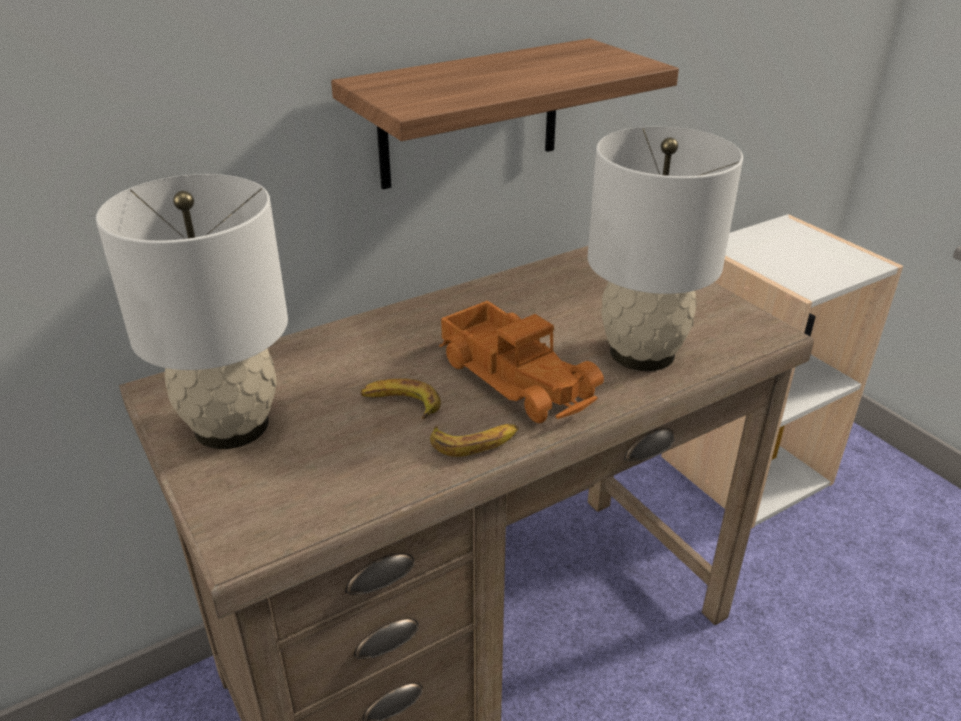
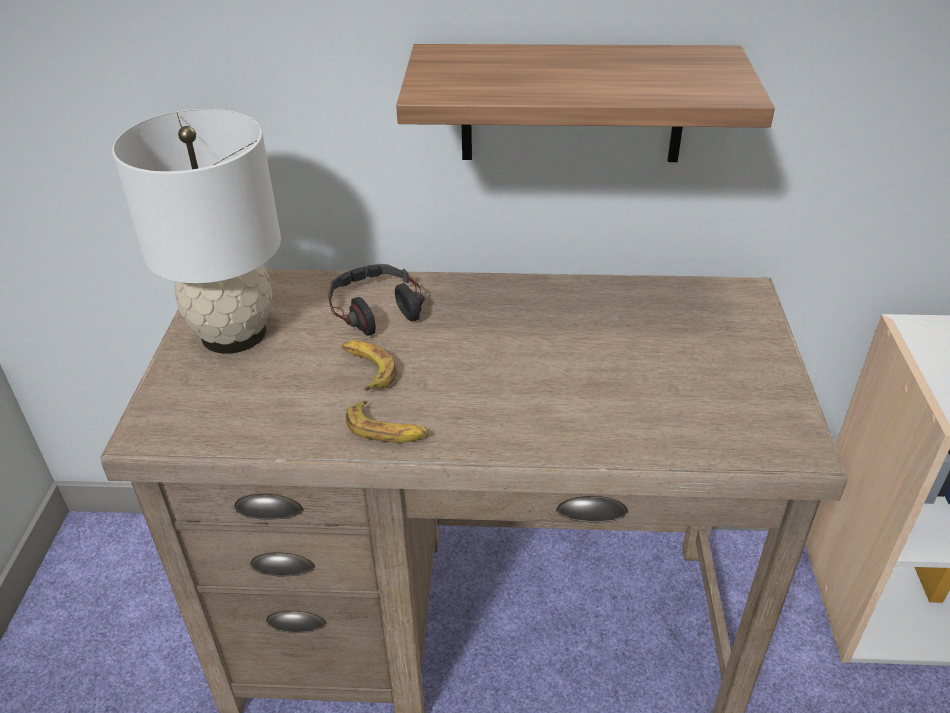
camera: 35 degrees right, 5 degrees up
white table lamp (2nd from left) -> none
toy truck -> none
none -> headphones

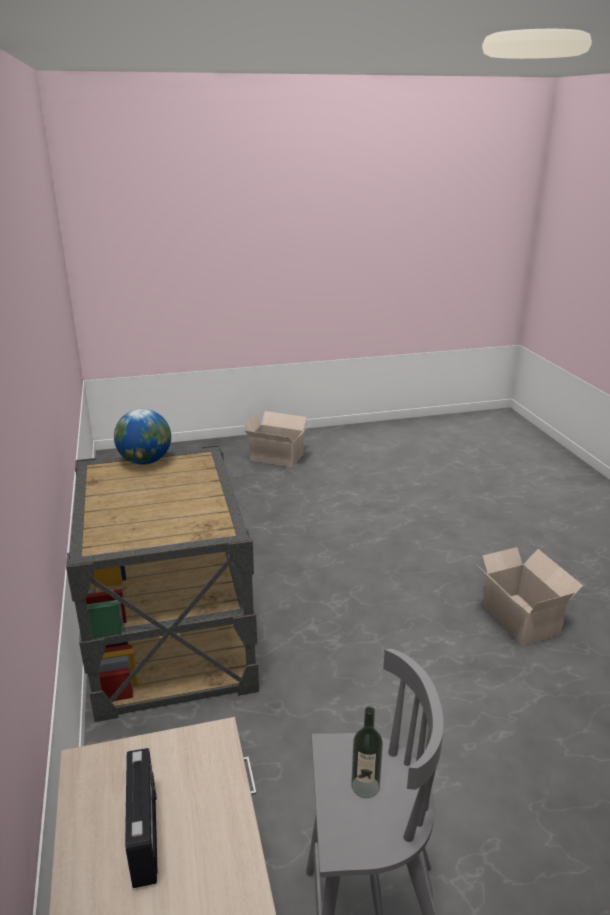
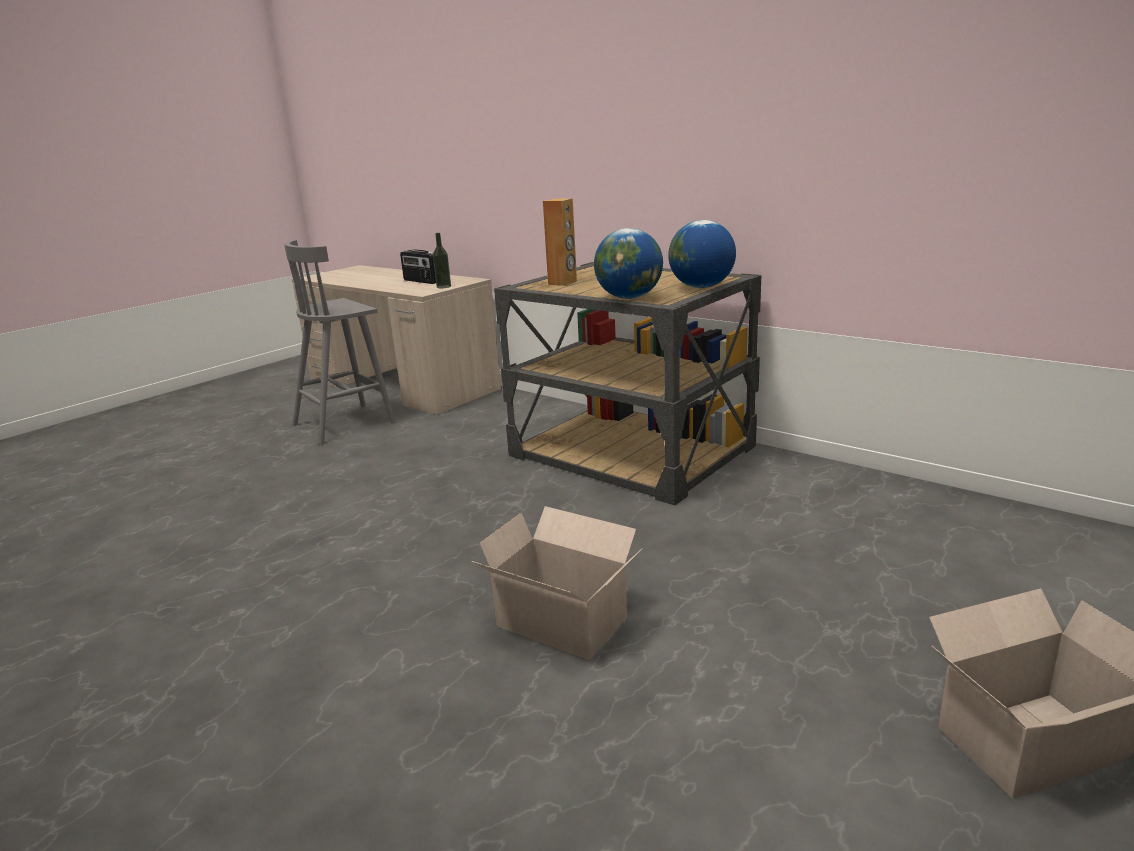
camera: 145 degrees right, 5 degrees down
cardboard box (2nd from left in the first image) -> cardboard box (1st from left), move
bottle, move
none -> brown speaker
none -> globe (1st from left)

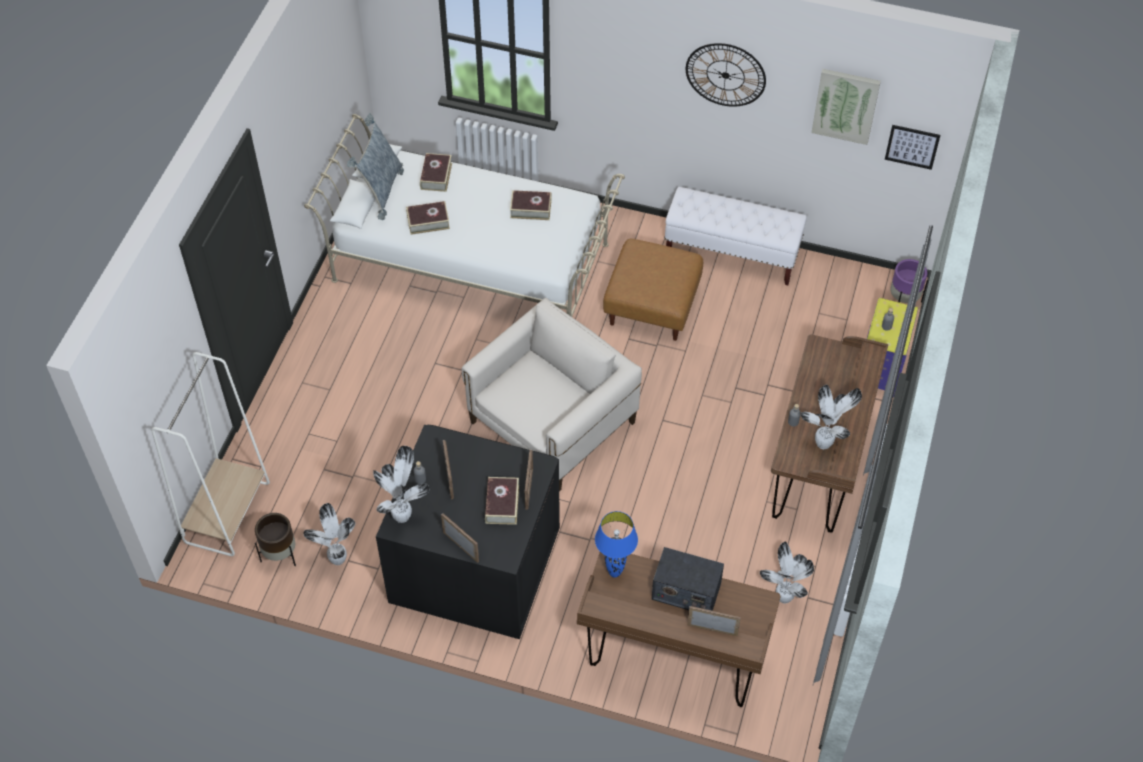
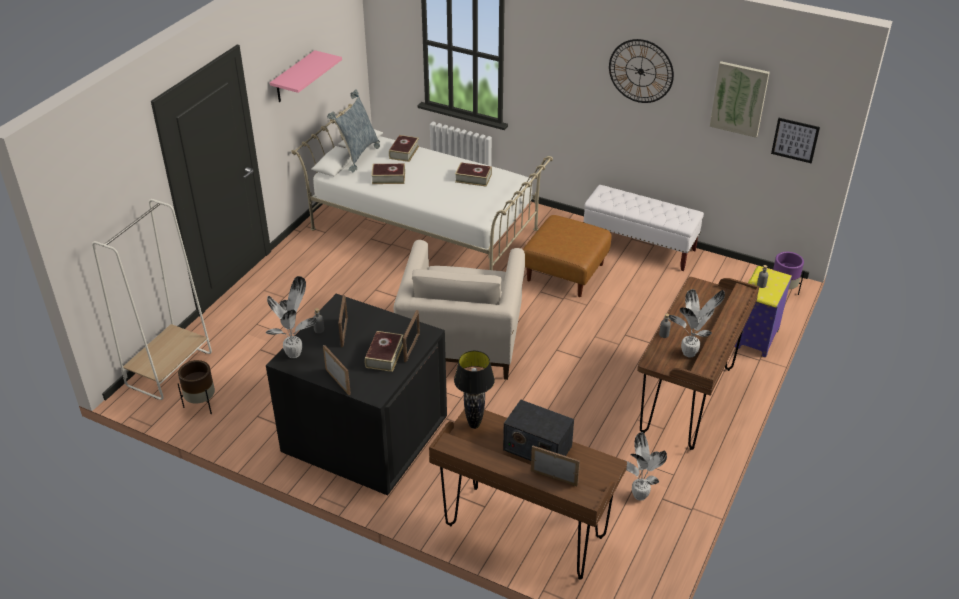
camera: 10 degrees right, 15 degrees down
beige armchair, 135 degrees clockwise
potted plant (1st from left) -> none
blue table lamp -> black table lamp
none -> pink shelf

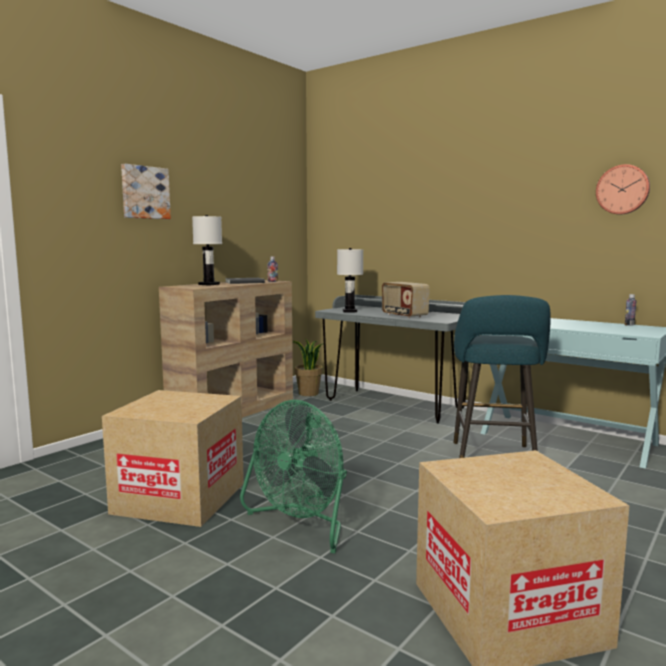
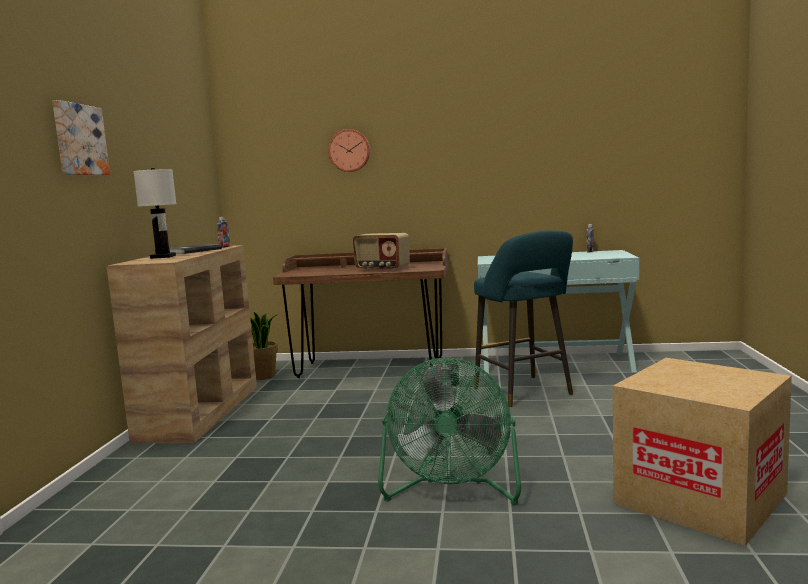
camera: 30 degrees left, 0 degrees up
wall clock, move
white table lamp (2nd from left) -> none
grey desk -> brown desk
cardboard box (1st from left) -> none

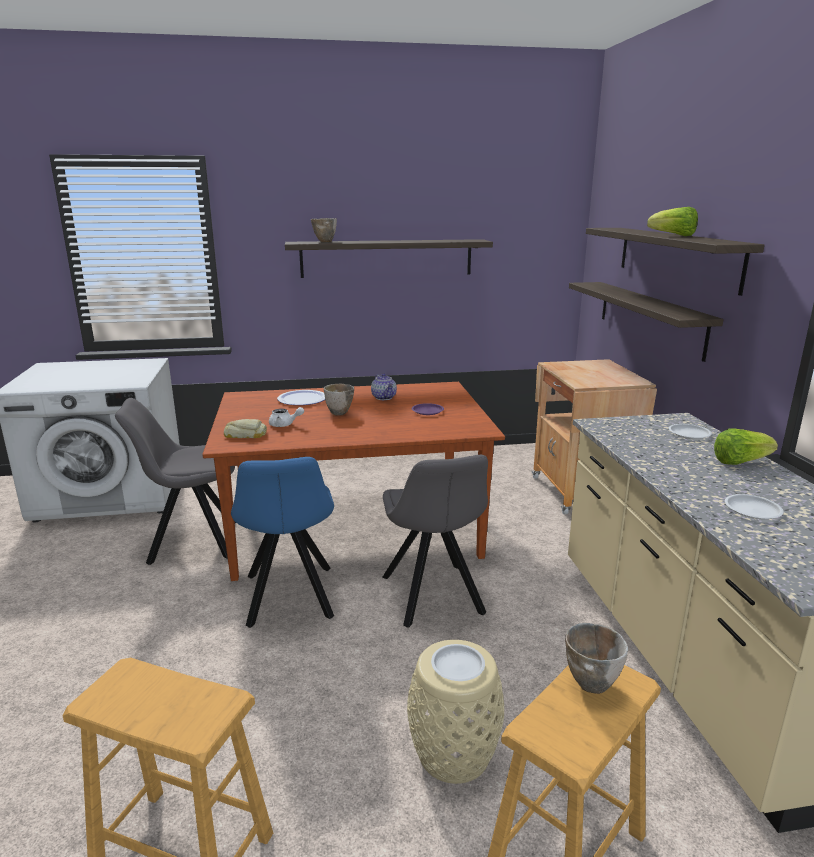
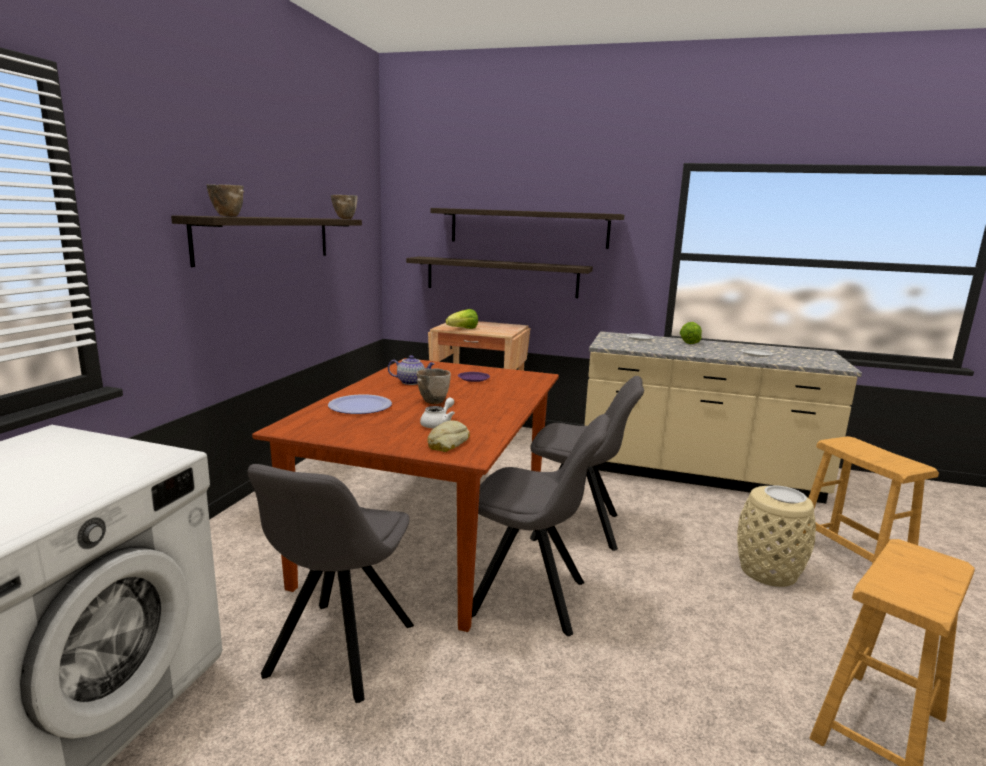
camera: 65 degrees left, 5 degrees down
lettuce (1st from left), move
blue chair -> grey chair (2nd from left)
bowl (3rd from left in the first image) -> bowl (2nd from left), move

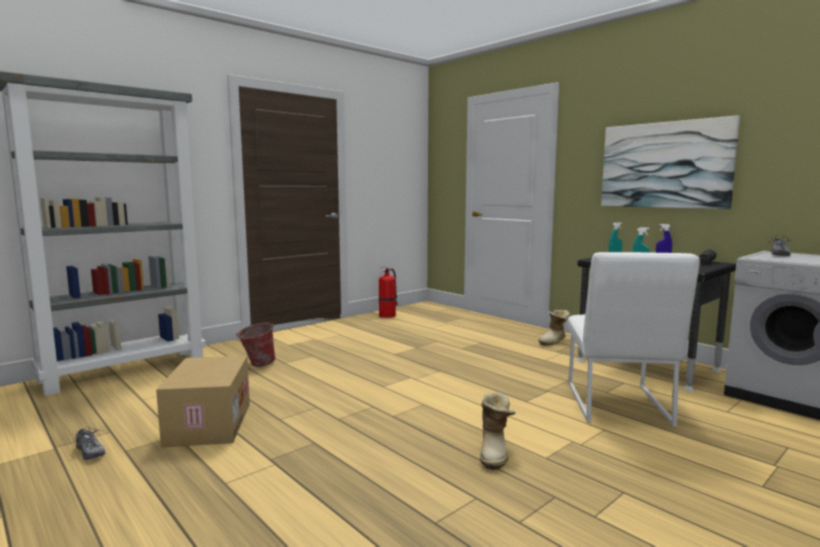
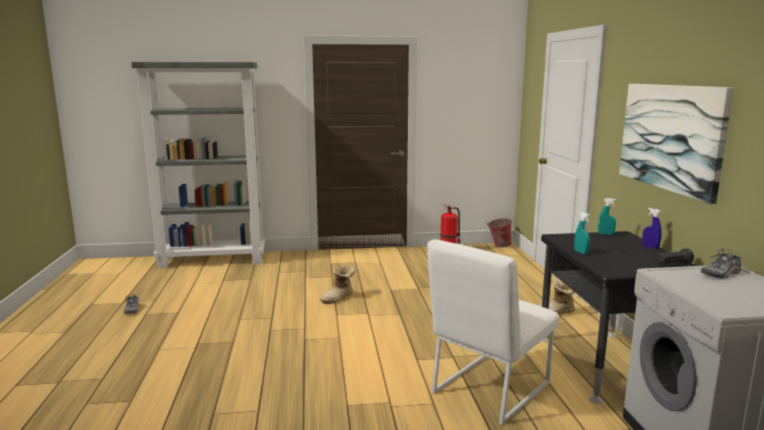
camera: 35 degrees right, 5 degrees up
bucket, move
cardboard box -> none
boot (1st from left), move

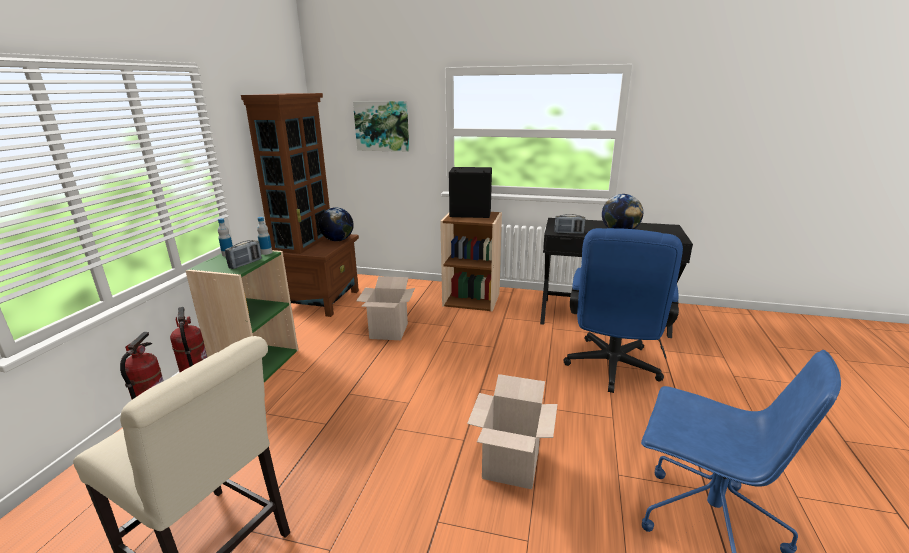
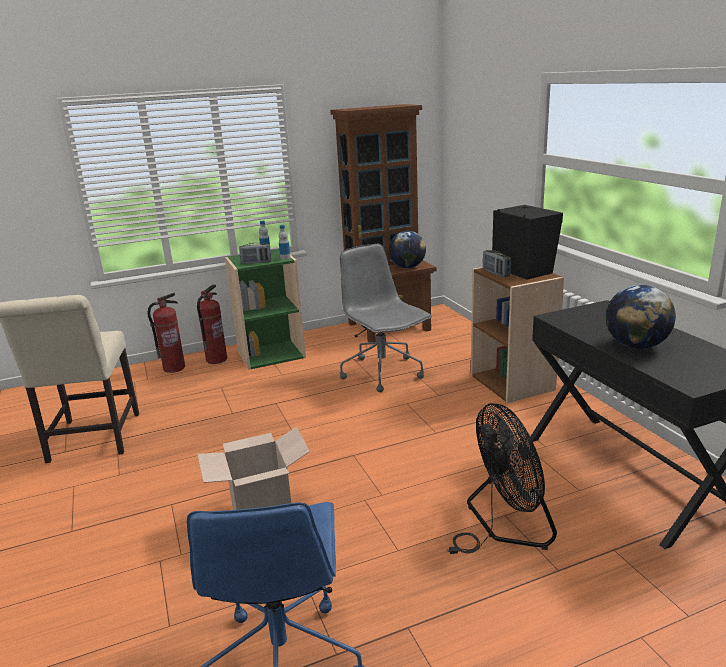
camera: 55 degrees right, 0 degrees up
picture -> none
radio (2nd from left), move
blue office chair (1st from left) -> black fan
cardboard box (1st from left) -> grey office chair

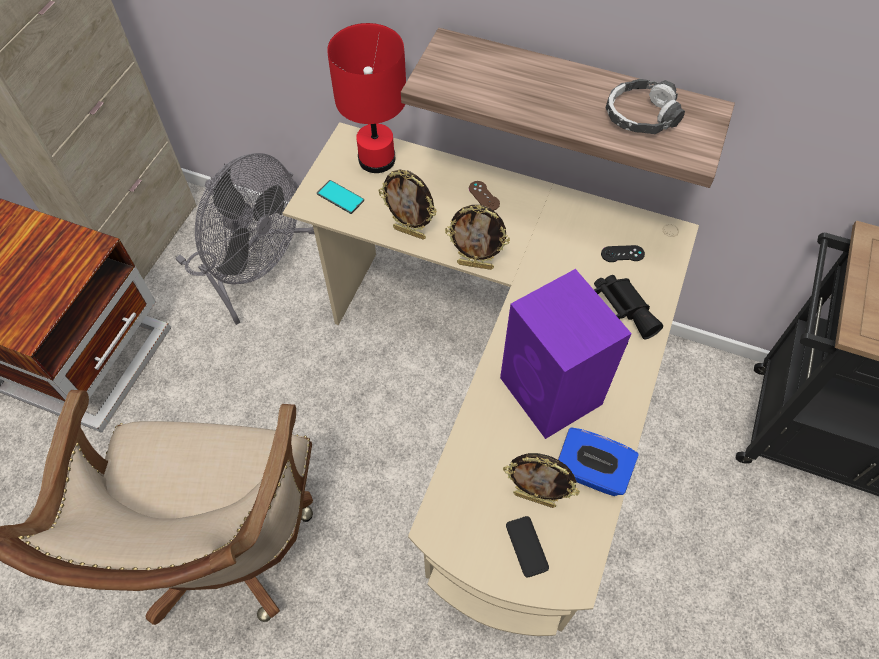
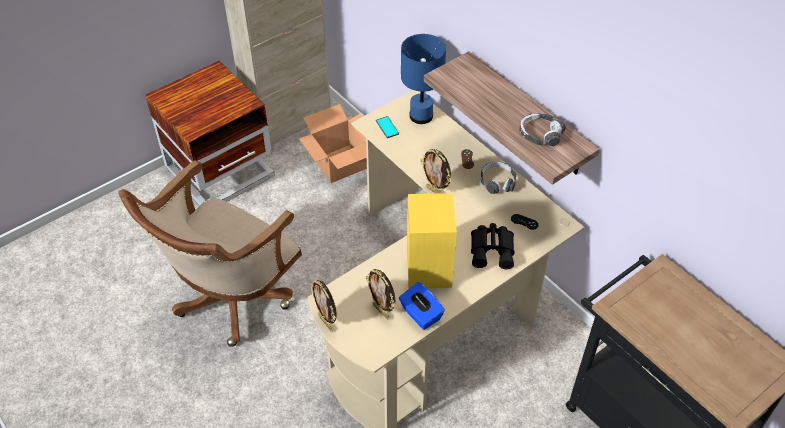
camera: 30 degrees right, 10 degrees down
red table lamp -> blue table lamp
grey fan -> cardboard box
picture frame (1st from left), move
purple speaker -> yellow speaker
phone (2nd from left) -> none
none -> headphones (1st from left)

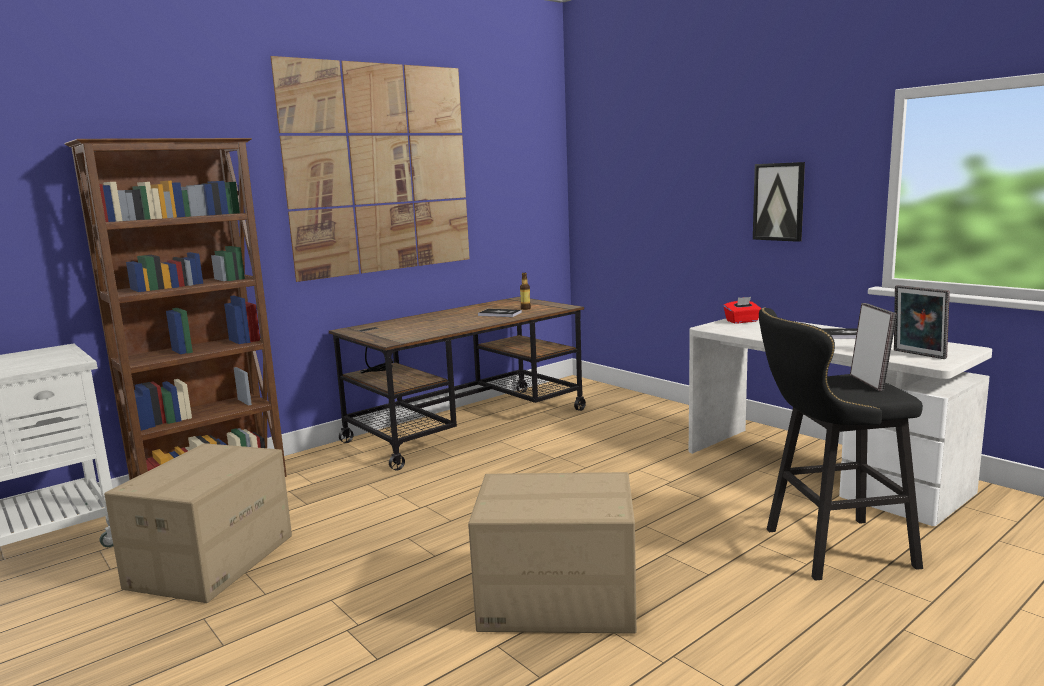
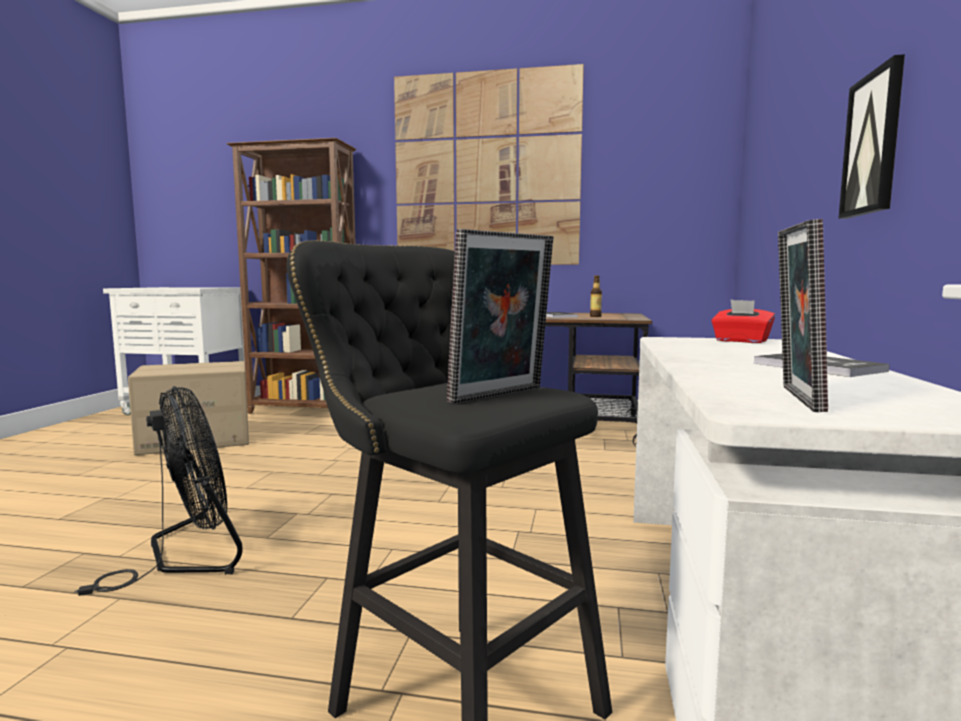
camera: 50 degrees right, 5 degrees down
cardboard box (2nd from left) -> black fan

